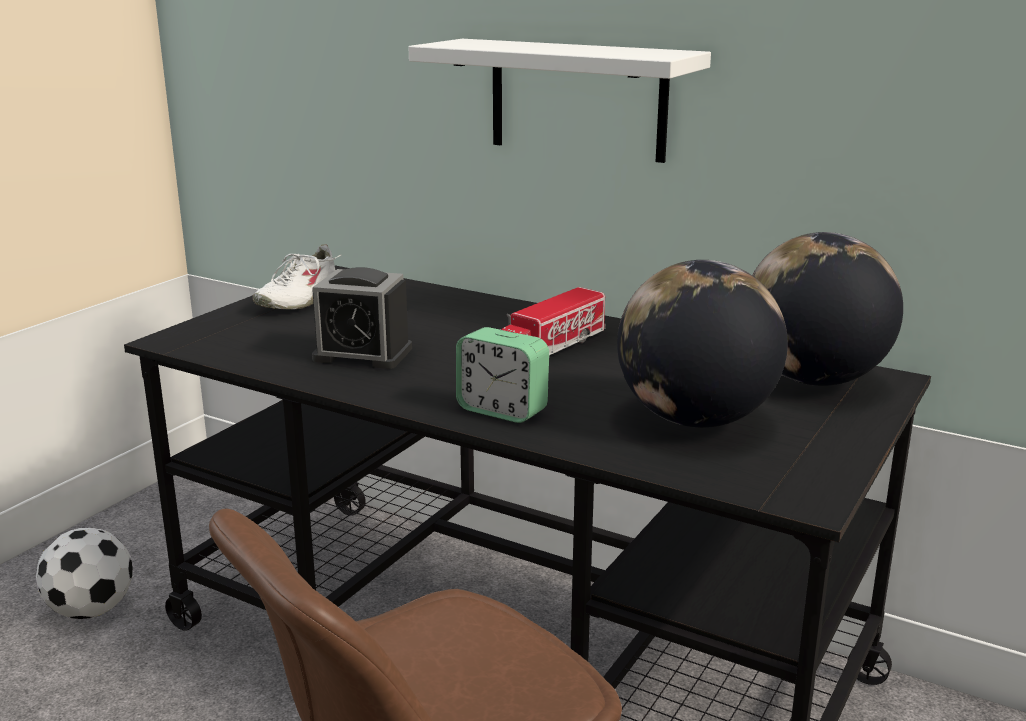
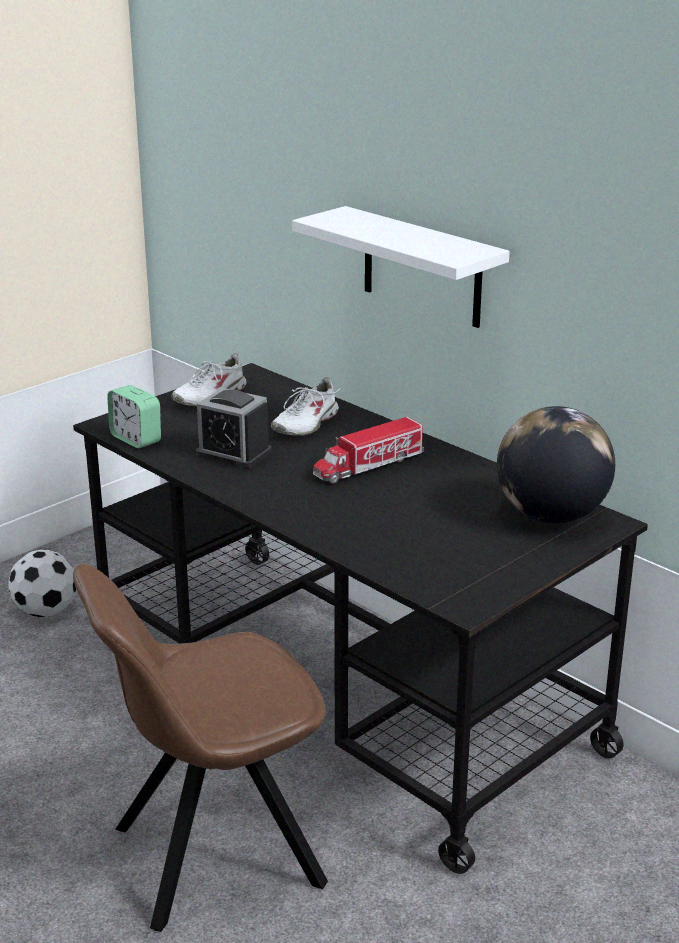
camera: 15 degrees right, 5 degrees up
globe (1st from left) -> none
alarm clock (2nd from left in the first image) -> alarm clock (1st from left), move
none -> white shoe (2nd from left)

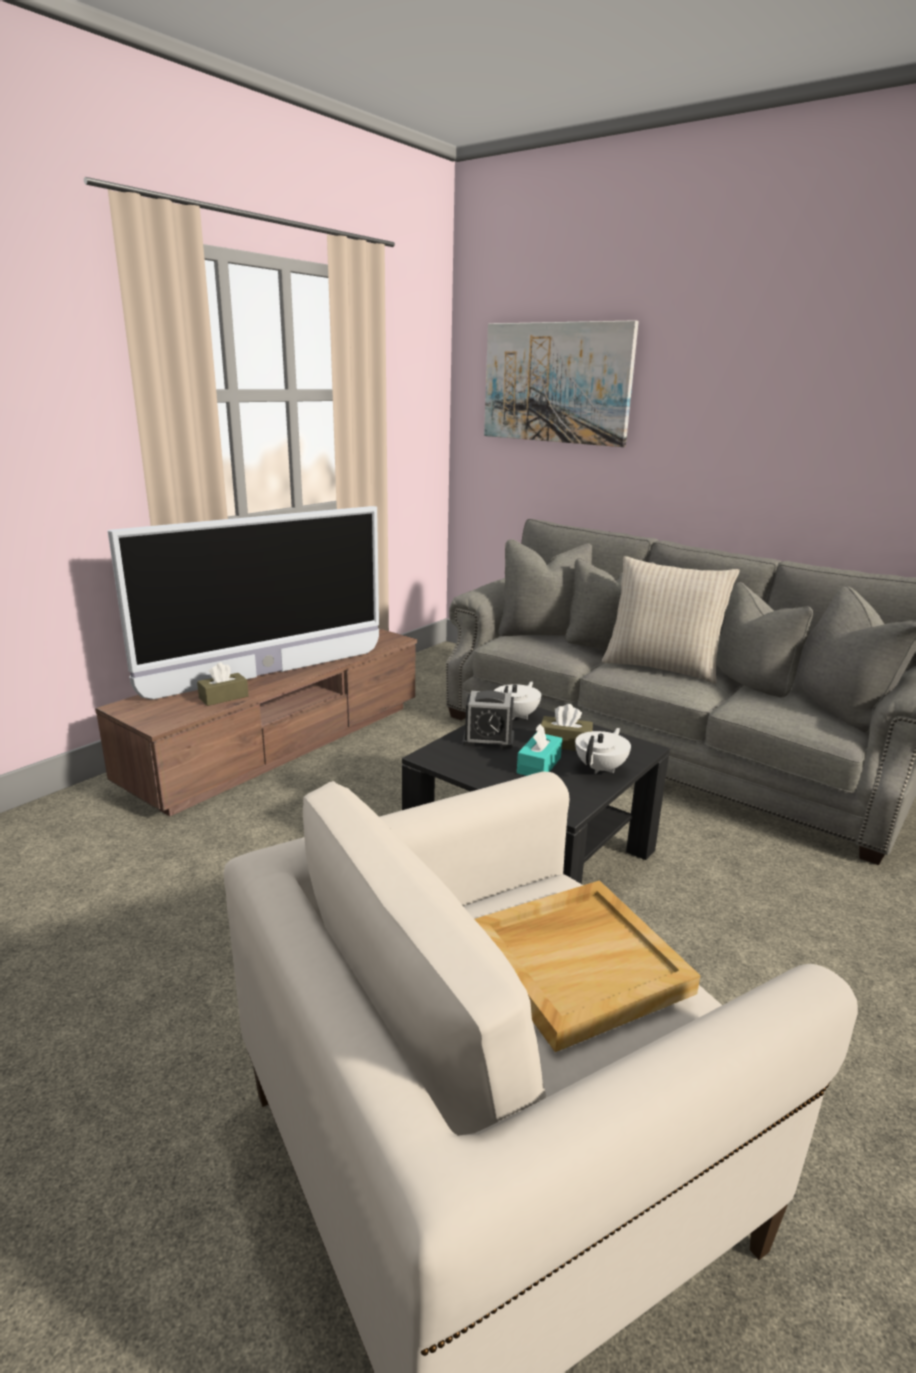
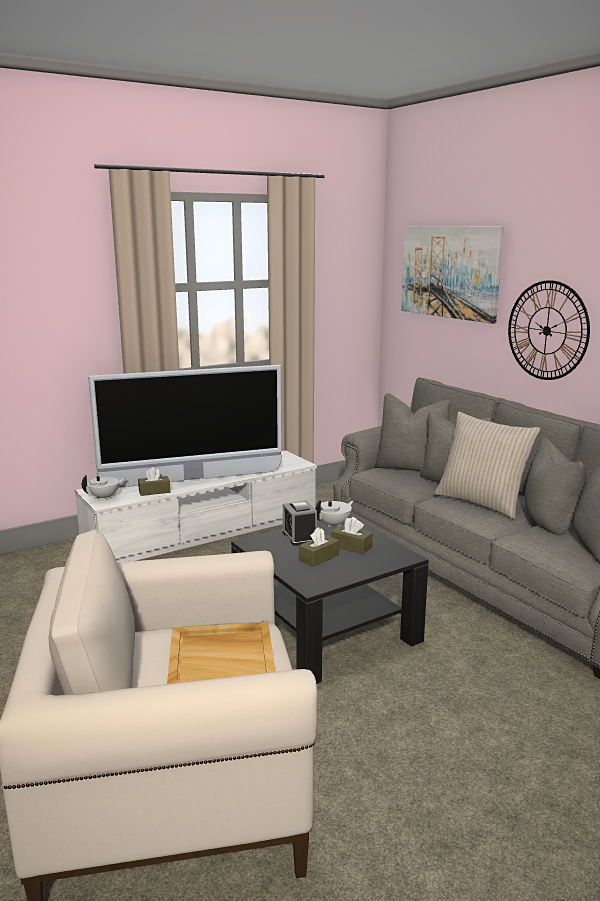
camera: 20 degrees right, 5 degrees down
brown tv stand -> white tv stand
alarm clock, 45 degrees clockwise
turquoise tissue box -> brown tissue box (2nd from left)
white teapot (2nd from left in the first image) -> white teapot (1st from left), move
none -> wall clock

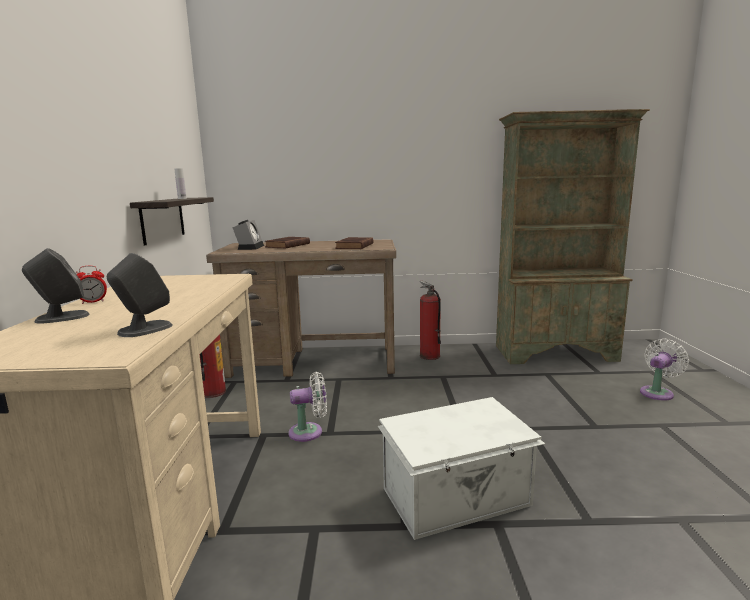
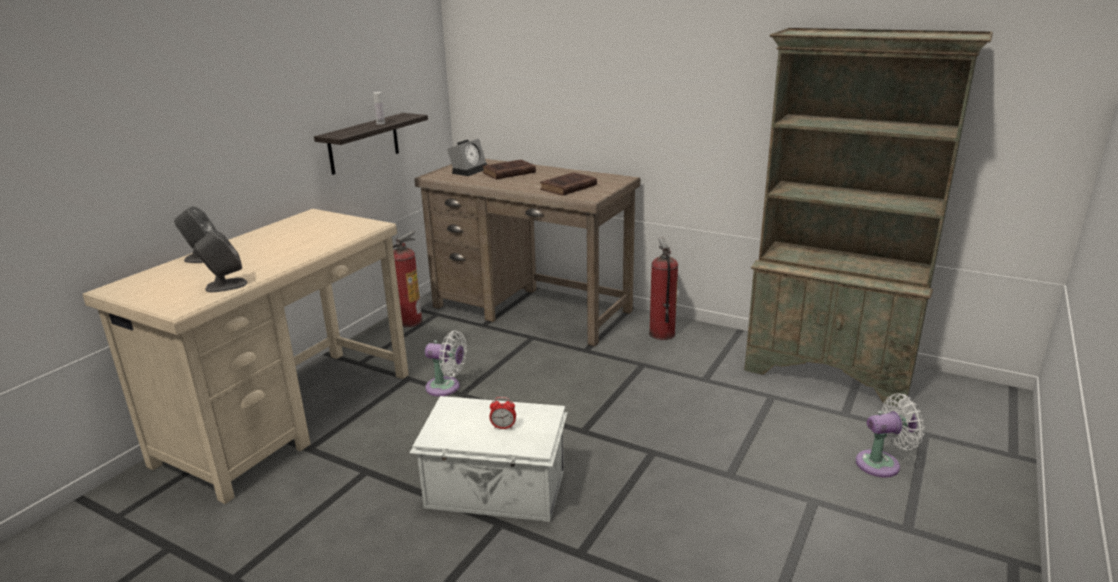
camera: 30 degrees right, 10 degrees up
alarm clock (1st from left in the first image) -> alarm clock (2nd from left), move

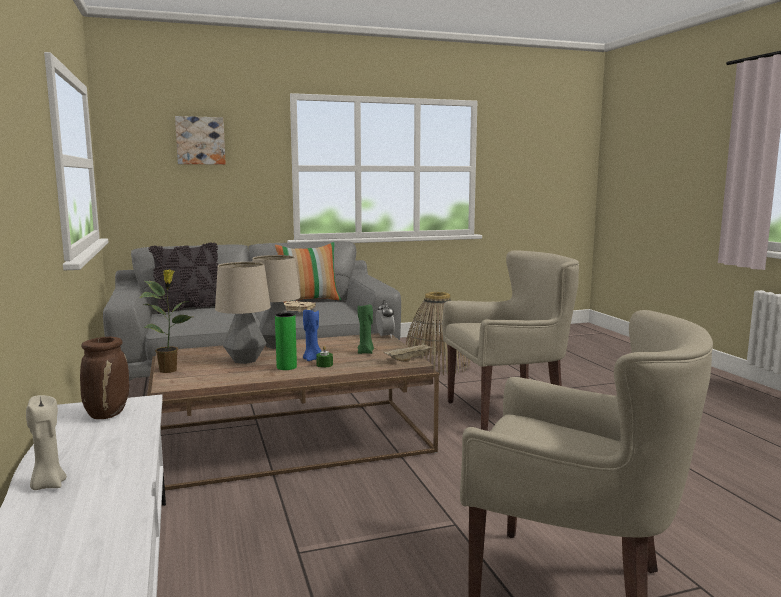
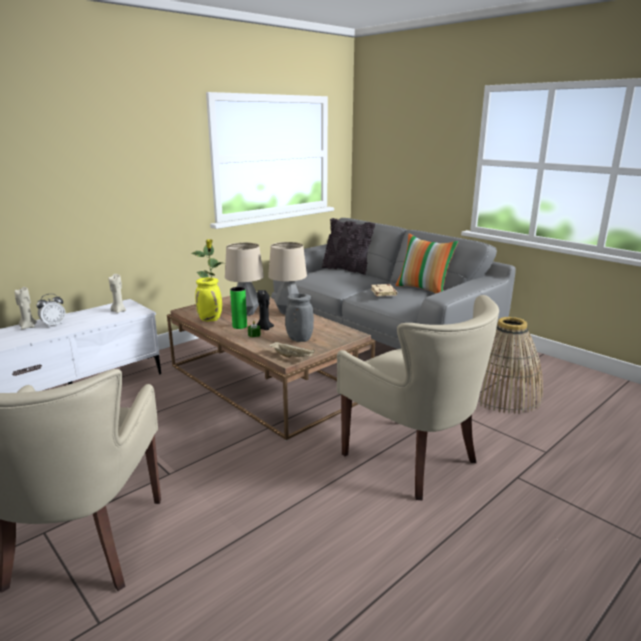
camera: 65 degrees right, 10 degrees up
picture -> none
alarm clock, move
green candle (2nd from left) -> grey vase
blue candle -> black candle
brown vase -> beige candle (2nd from left)
none -> yellow vase

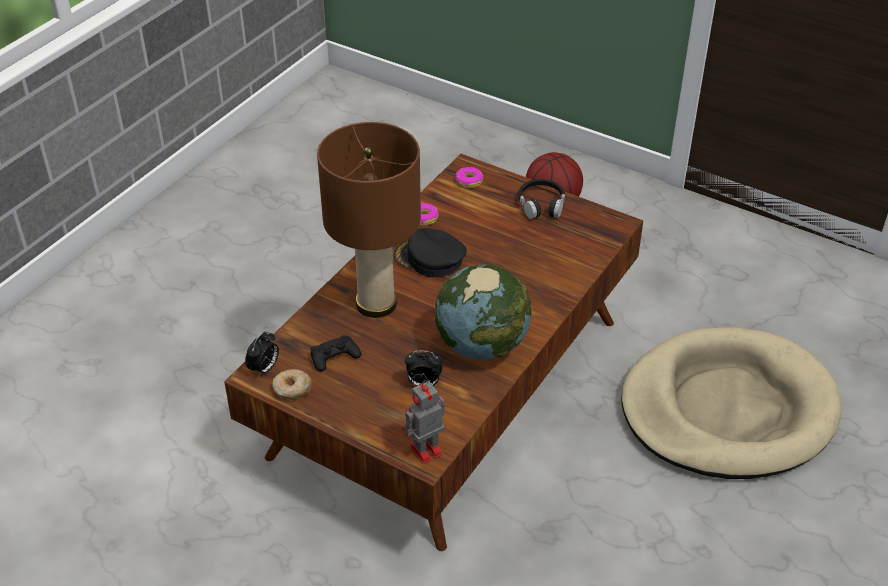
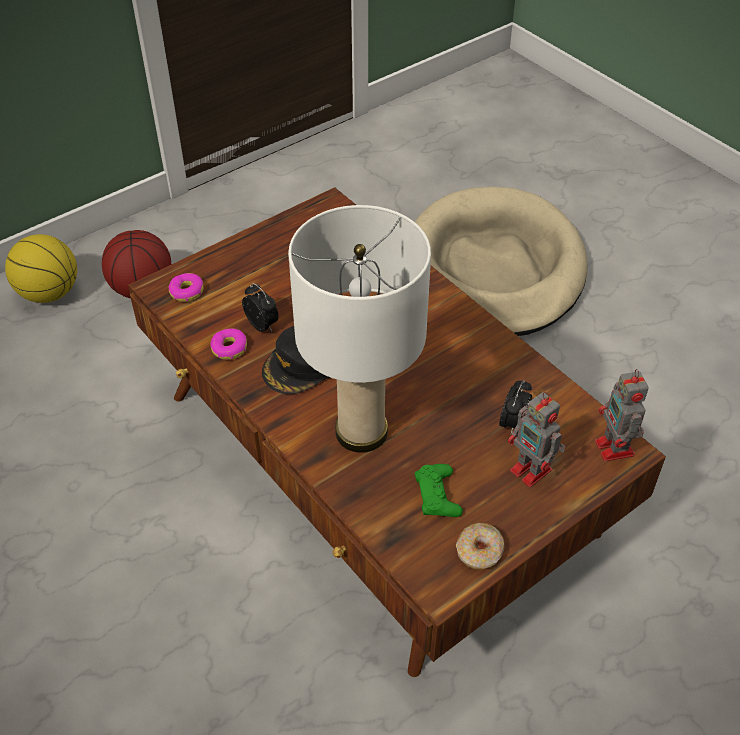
camera: 70 degrees left, 5 degrees up
brown table lamp -> white table lamp
black headphones -> none
globe -> none
alarm clock (1st from left), move
black game controller -> green game controller
none -> basketball (1st from left)
none -> toy robot (1st from left)

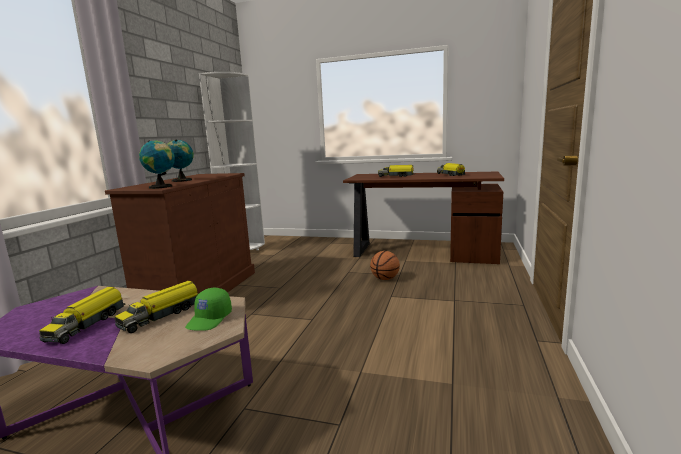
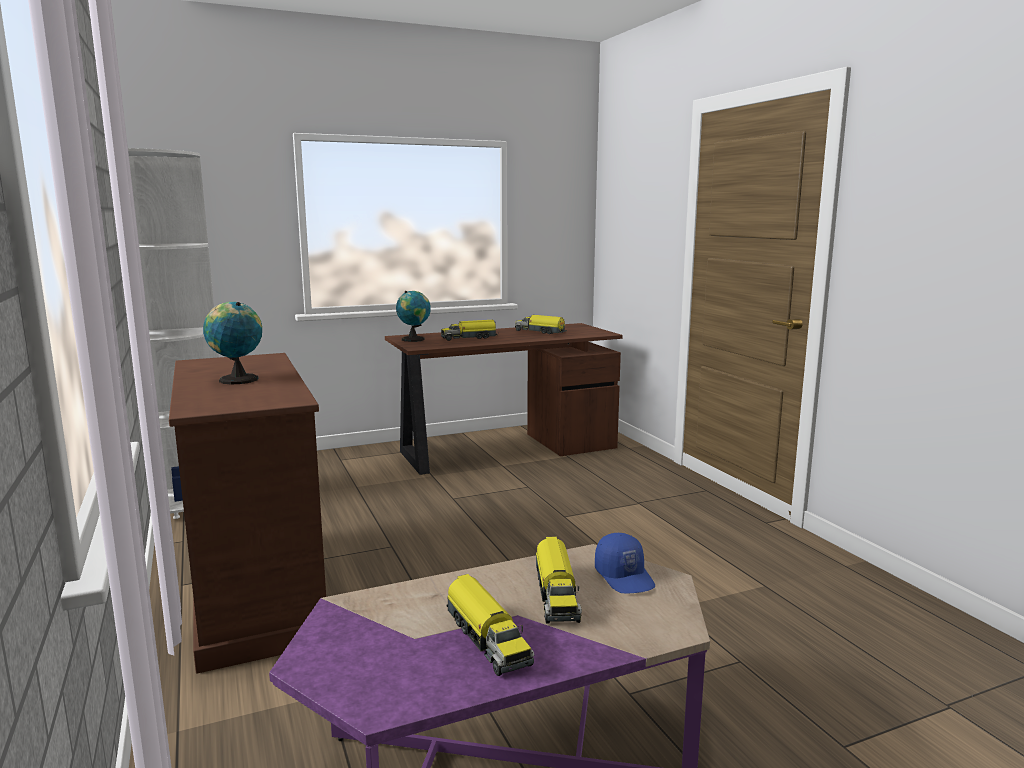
camera: 40 degrees left, 0 degrees up
globe (1st from left in the first image) -> globe (2nd from left), move
basketball -> none
green cap -> blue cap

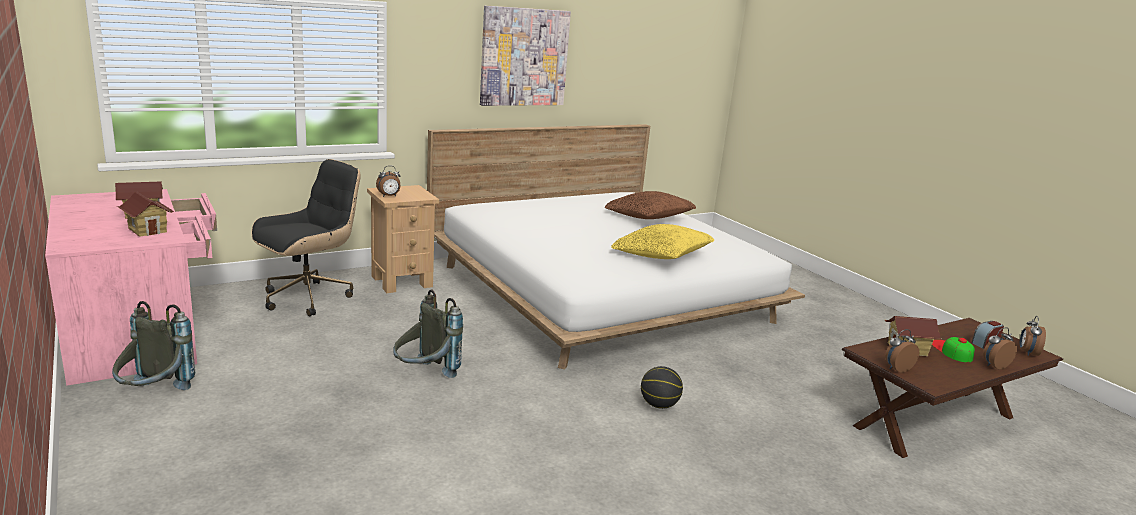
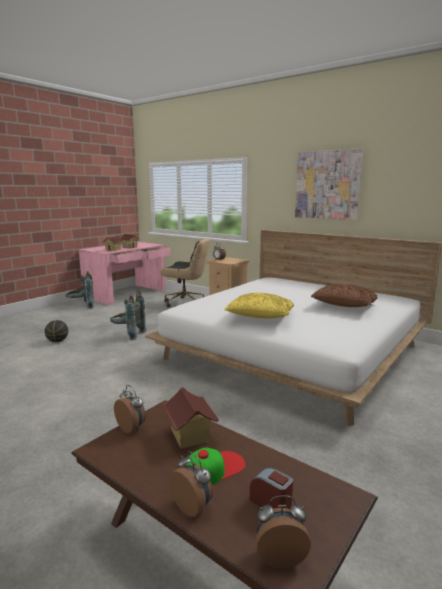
camera: 70 degrees right, 5 degrees down
basketball, move

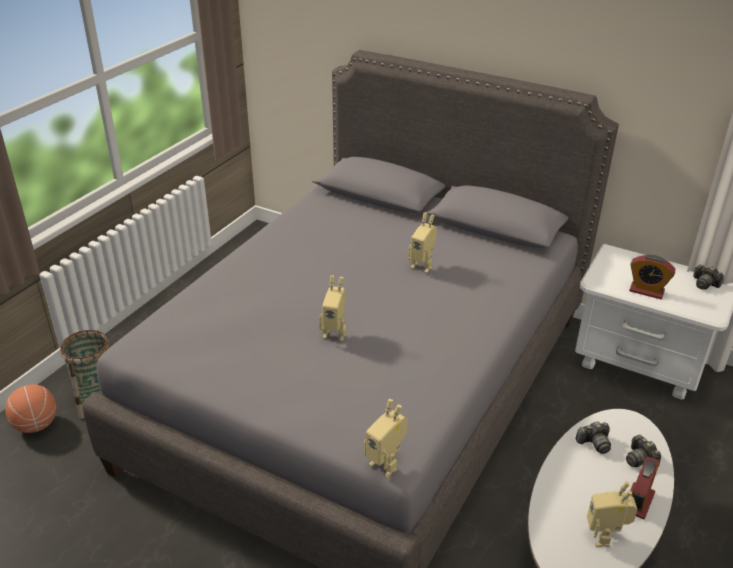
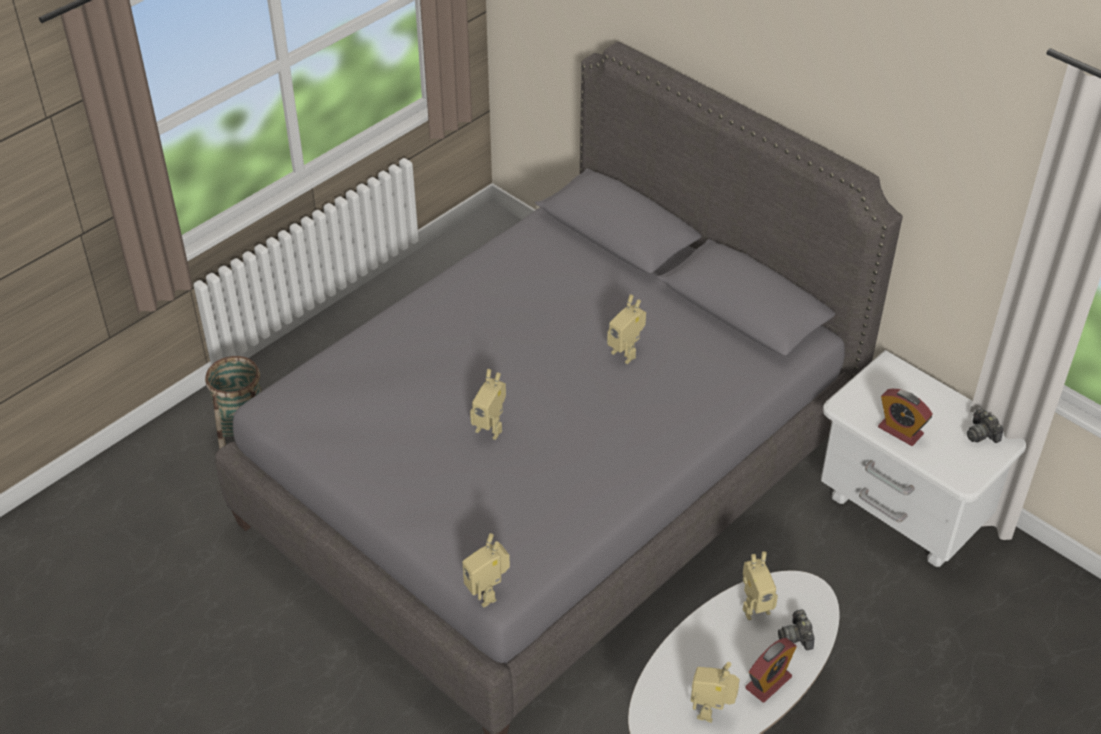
camera: 15 degrees right, 10 degrees up
basketball -> none
photo camera (1st from left) -> toy robot (5th from left)

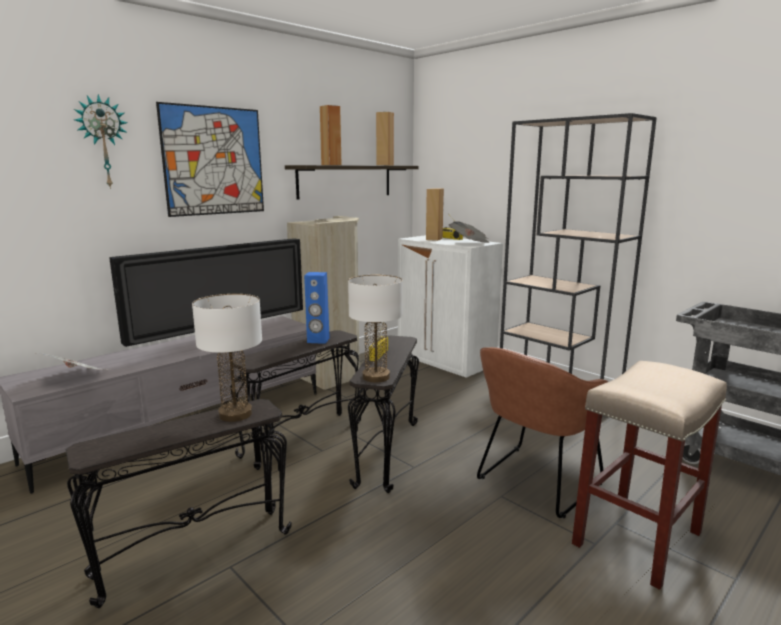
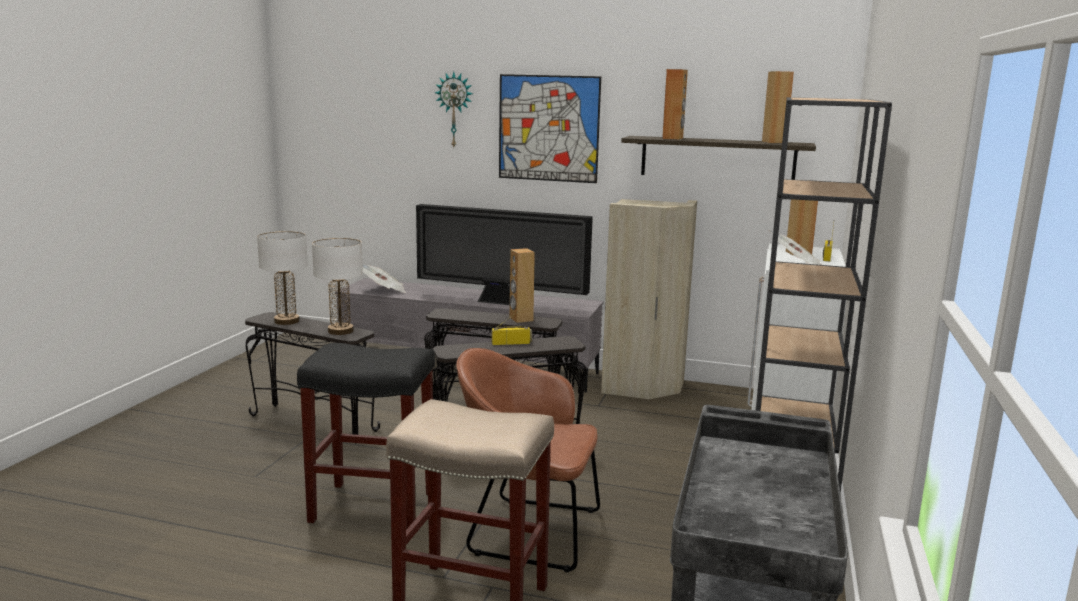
camera: 60 degrees right, 0 degrees up
blue speaker -> brown speaker (1st from left)
table lamp (2nd from left in the first image) -> table lamp (1st from left), move
none -> black stool

